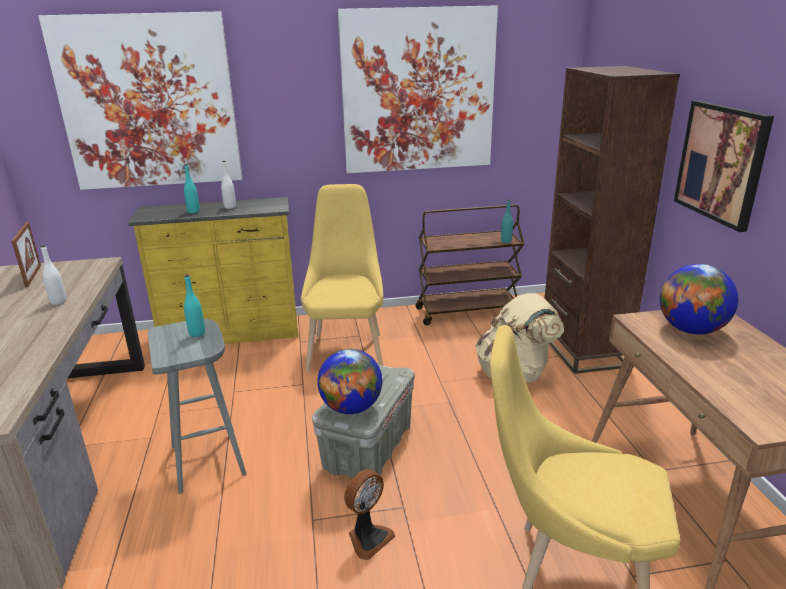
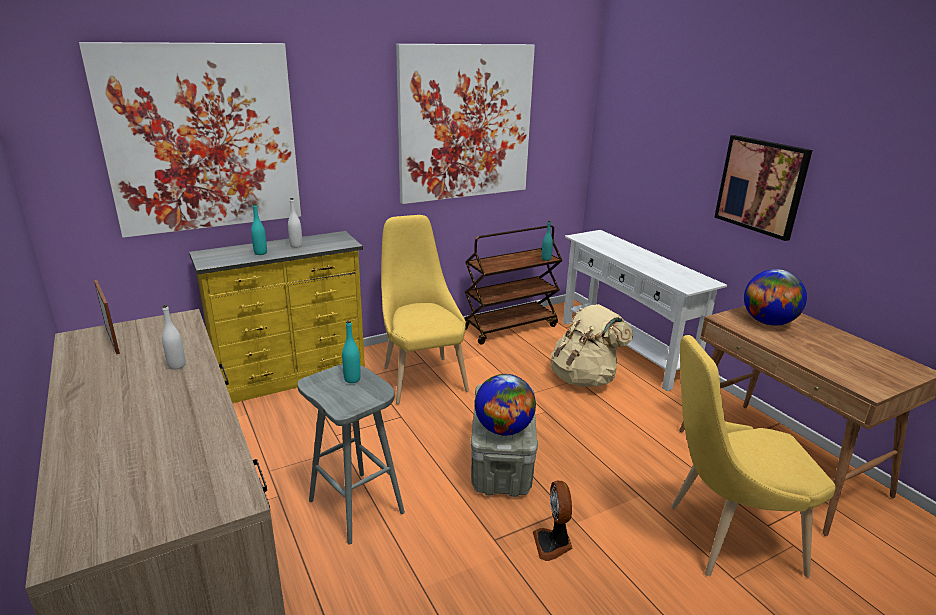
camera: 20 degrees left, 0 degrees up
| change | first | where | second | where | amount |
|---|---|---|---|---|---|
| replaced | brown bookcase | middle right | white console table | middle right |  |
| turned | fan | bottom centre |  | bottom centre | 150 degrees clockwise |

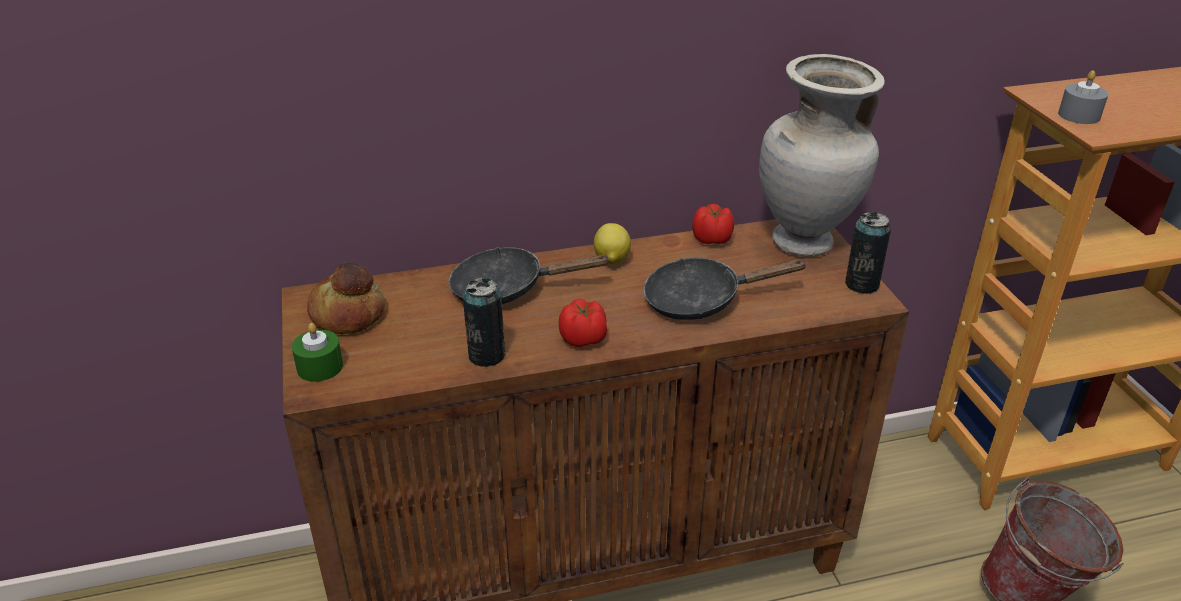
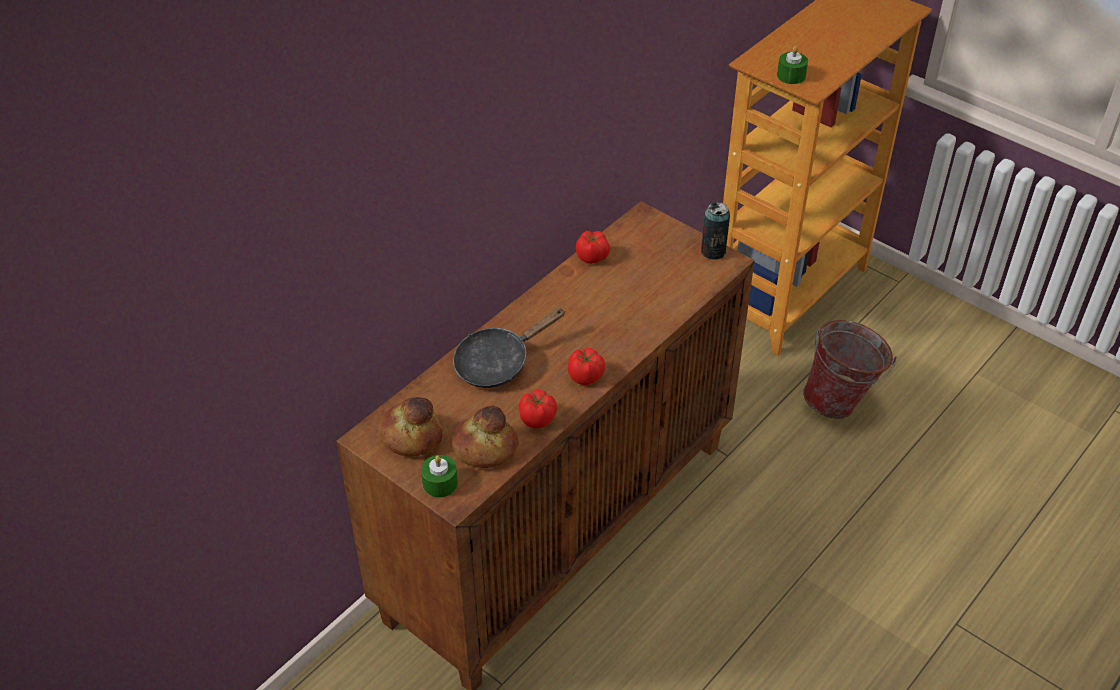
camera: 35 degrees left, 10 degrees up
| change | first | where | second | where | amount |
|---|---|---|---|---|---|
| removed | lemon | centre |  |  |  |
| removed | black frying pan (2nd from left) | centre |  |  |  |
| removed | beige vase | top right |  |  |  |
| added |  |  | bread (2nd from left) | centre |  |
| replaced | can (1st from left) | centre | tomato (1st from left) | centre |  |
| recoloured | grey candle | top right | green candle (2nd from left) | top right |  |

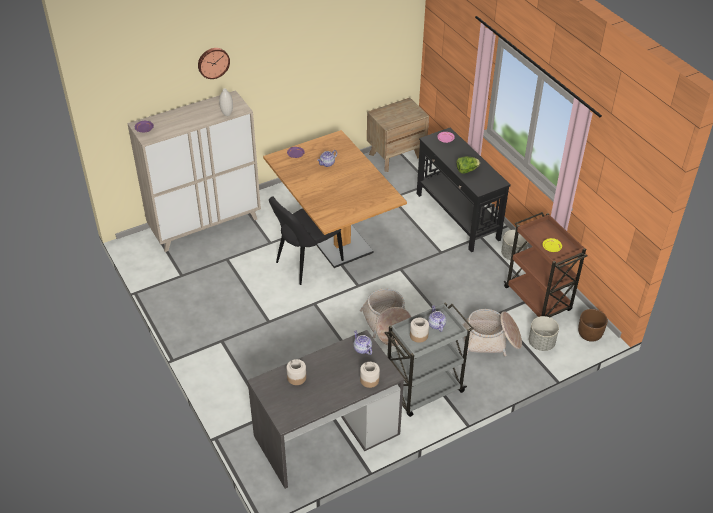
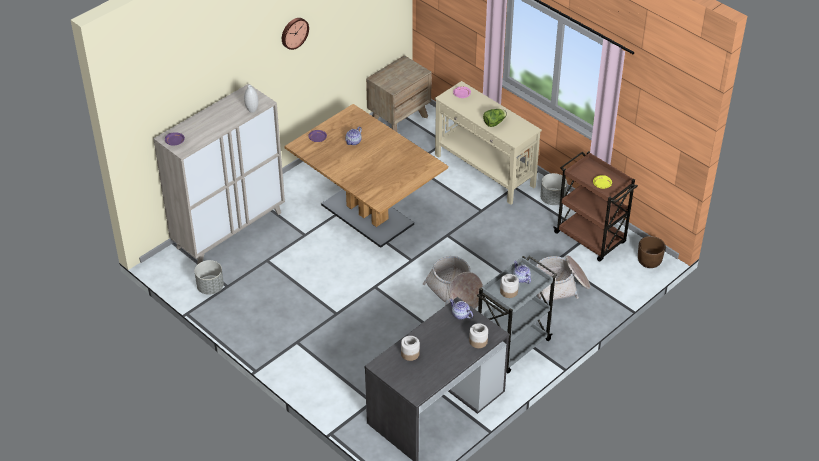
camera: 15 degrees left, 0 degrees up
| change | first | where | second | where | amount |
|---|---|---|---|---|---|
| removed | black chair | centre |  |  |  |
| moved | wall clock | top left |  | top centre |  |
| moved | grey planter (2nd from left in the first image) | middle right | grey planter (1st from left) | middle left |  |
| recoloured | black console table | centre | beige console table | top centre |  |

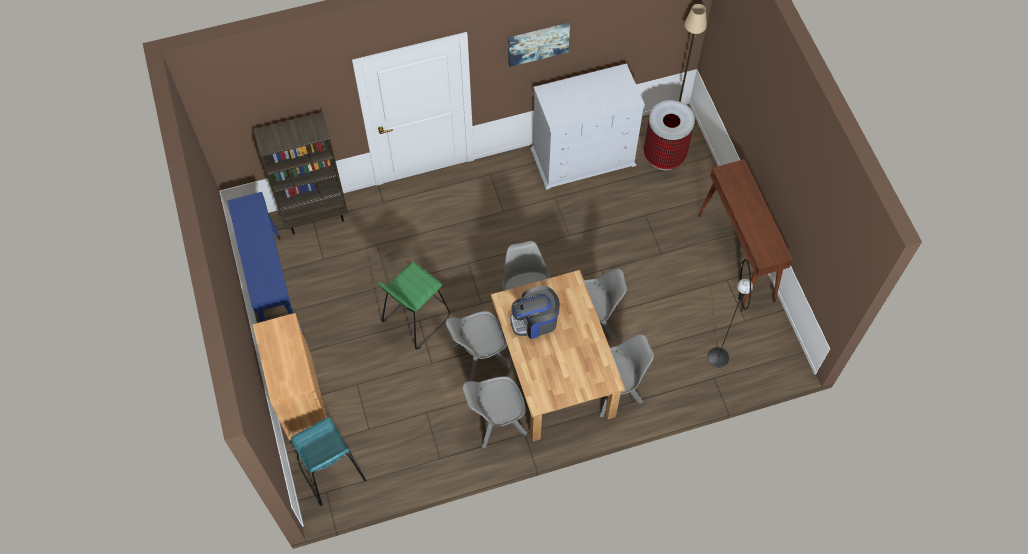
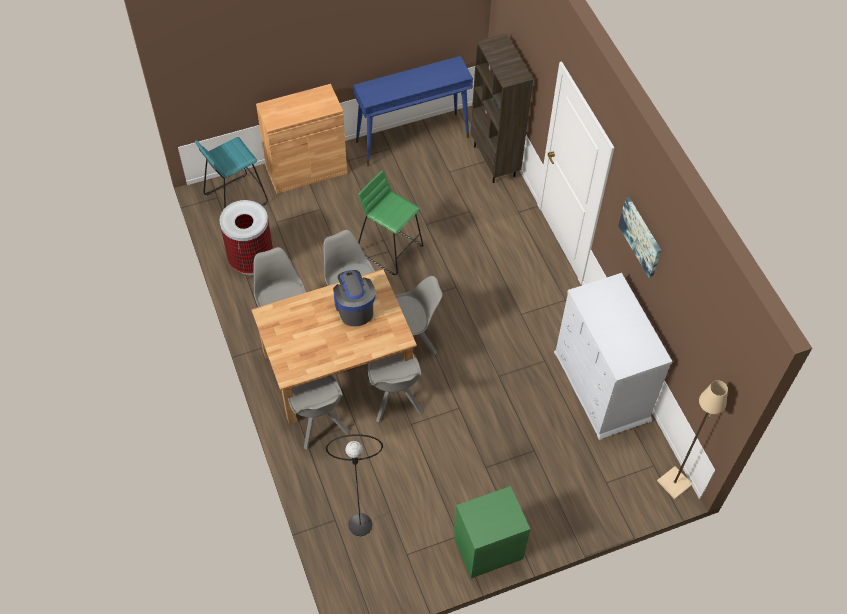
camera: 85 degrees right, 5 degrees down
| change | first | where | second | where | amount |
|---|---|---|---|---|---|
| moved | trash can | top centre |  | middle left |  |
| replaced | brown console table | middle right | green nightstand | bottom centre |  |

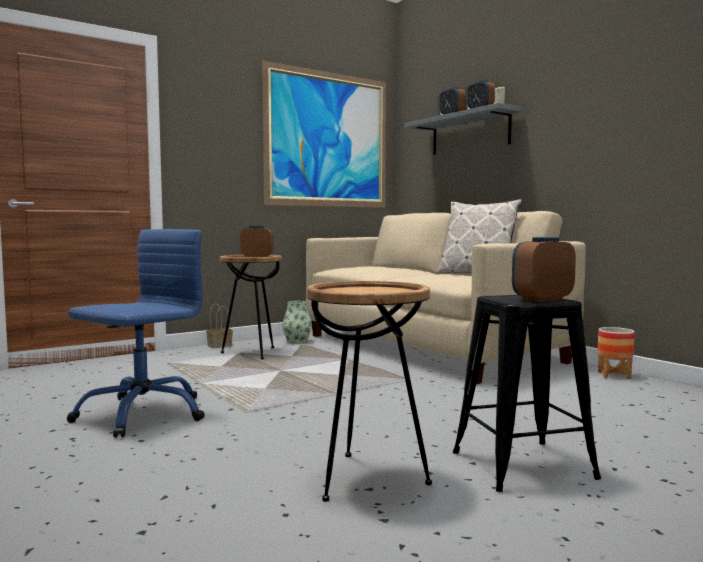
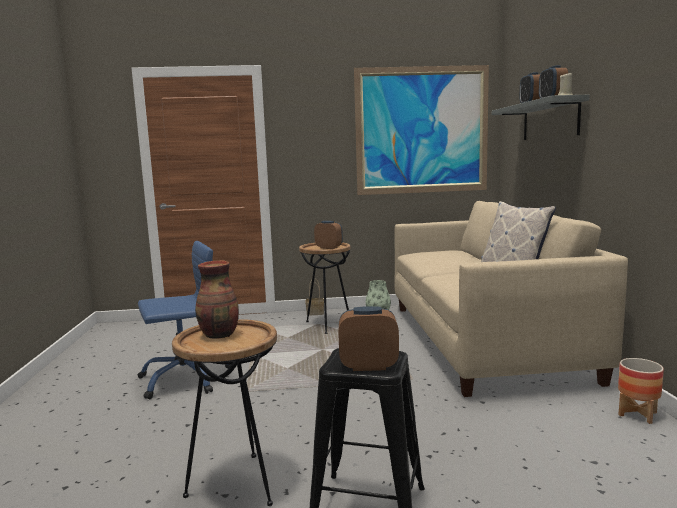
camera: 30 degrees right, 5 degrees up
| change | first | where | second | where | amount |
|---|---|---|---|---|---|
| added |  |  | vase (1st from left) | middle left |  |

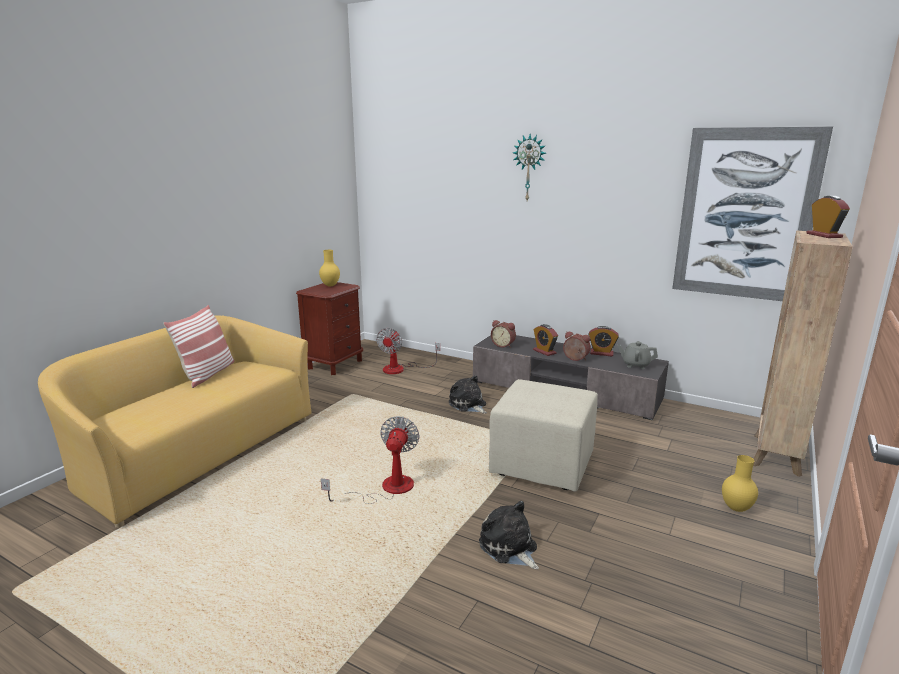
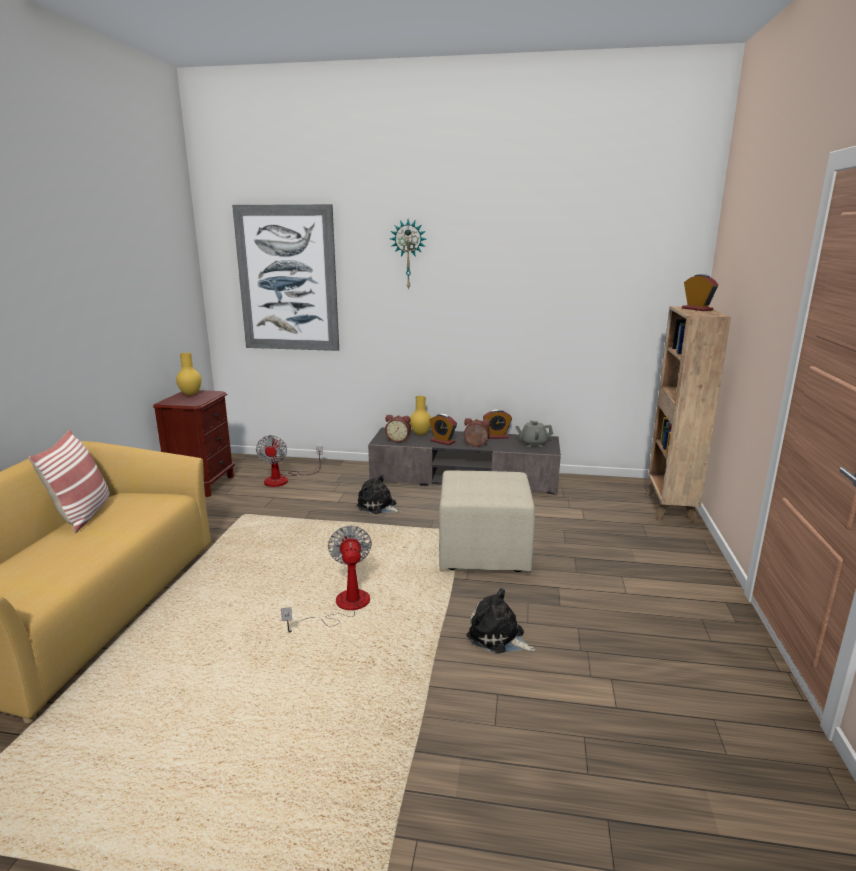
camera: 20 degrees left, 0 degrees up
| change | first | where | second | where | amount |
|---|---|---|---|---|---|
| moved | picture | top right |  | top left |  |
| moved | yellow vase (2nd from left) | bottom right |  | centre |  |

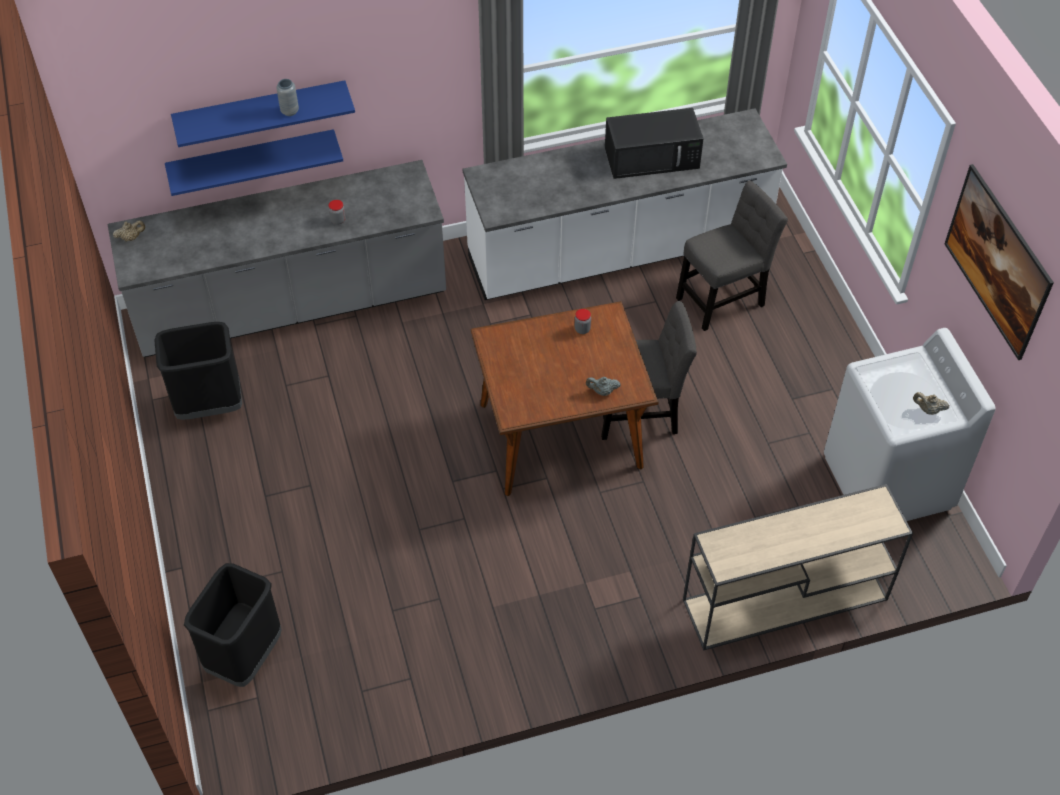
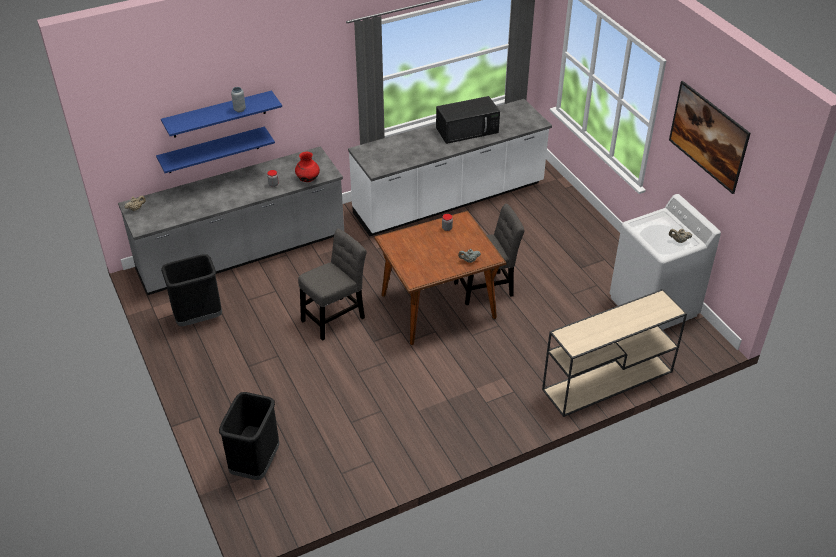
camera: 10 degrees left, 10 degrees down
| change | first | where | second | where | amount |
|---|---|---|---|---|---|
| added |  |  | red vase | top centre |  |
| moved | grey chair (2nd from left in the first image) | top right | grey chair (1st from left) | centre |  |

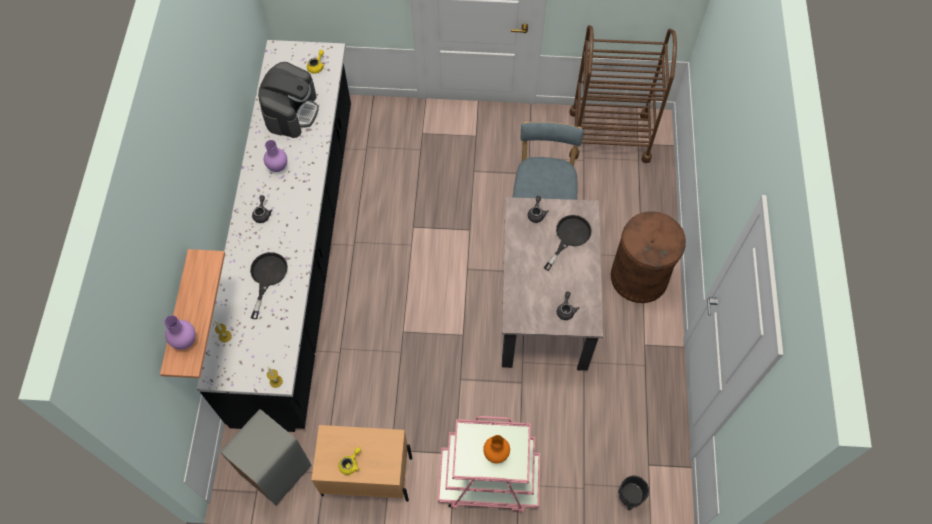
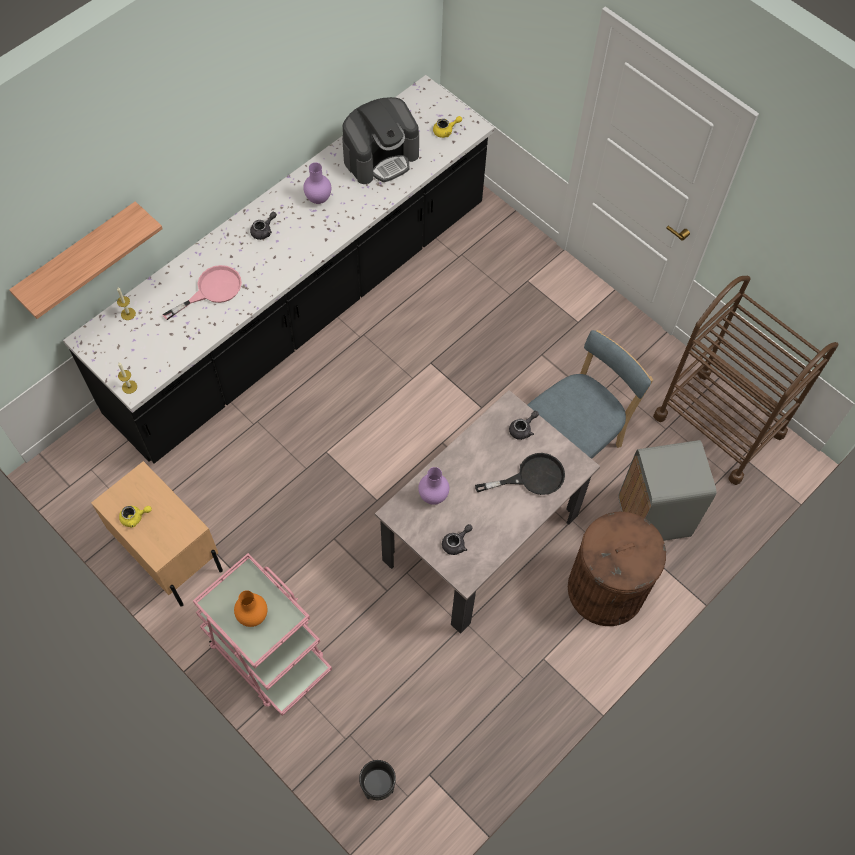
camera: 40 degrees right, 0 degrees up
| change | first | where | second | where | amount |
|---|---|---|---|---|---|
| moved | purple vase (1st from left in the first image) | middle left | purple vase (2nd from left) | centre |  |
| moved | grey trash can | bottom left |  | middle right |  |
| recoloured | black frying pan (1st from left) | middle left | pink frying pan | middle left |  |

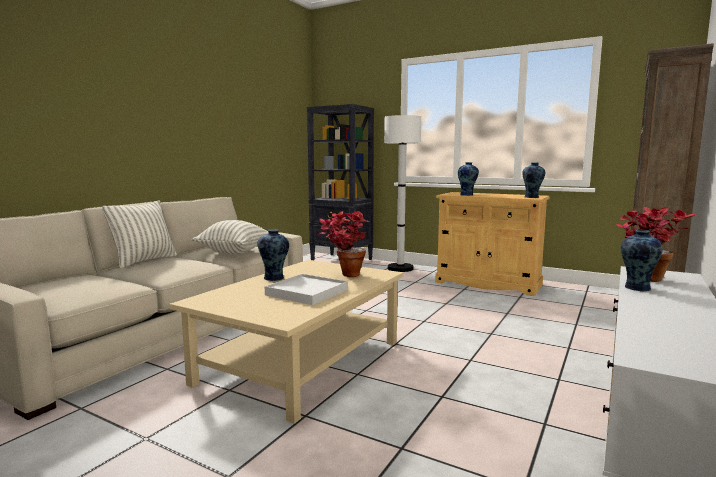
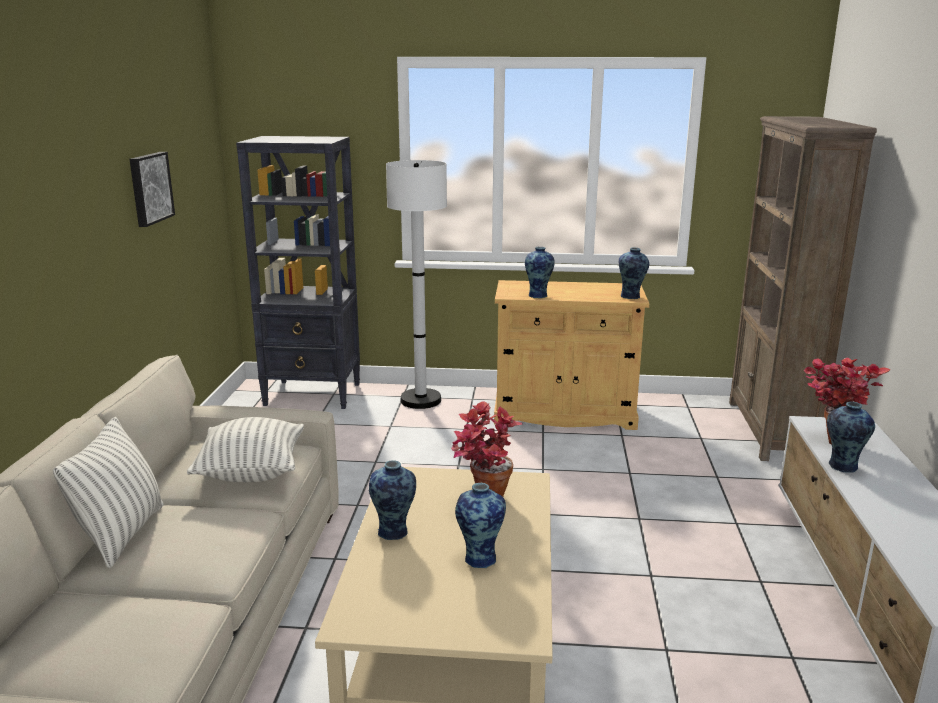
camera: 25 degrees left, 10 degrees up
| change | first | where | second | where | amount |
|---|---|---|---|---|---|
| added |  |  | picture | top left |  |
| replaced | white tray | centre | vase (2nd from left) | bottom centre |  |

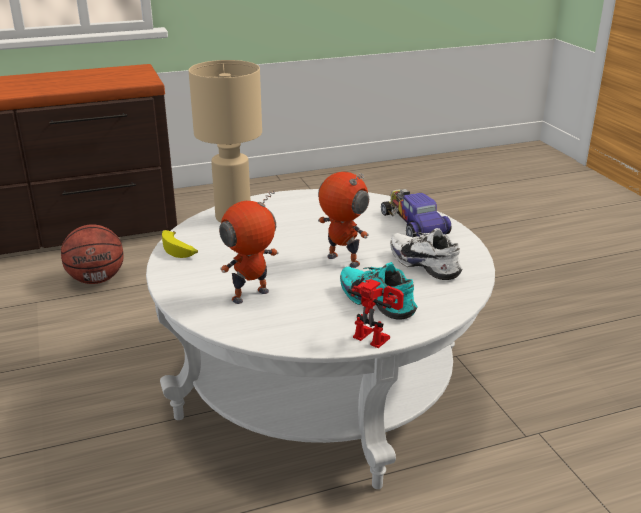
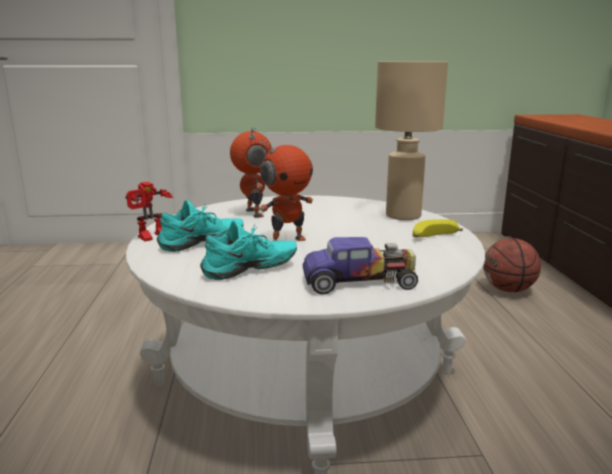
camera: 105 degrees right, 10 degrees down
| change | first | where | second | where | amount |
|---|---|---|---|---|---|
| moved | banana | middle left |  | middle right |  |
| recoloured | white shoe | centre | turquoise shoe (2nd from left) | centre |  |

